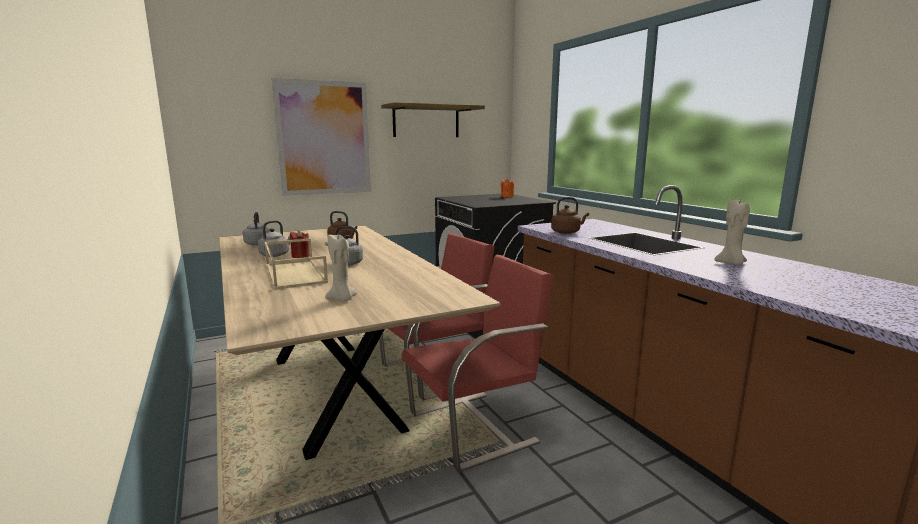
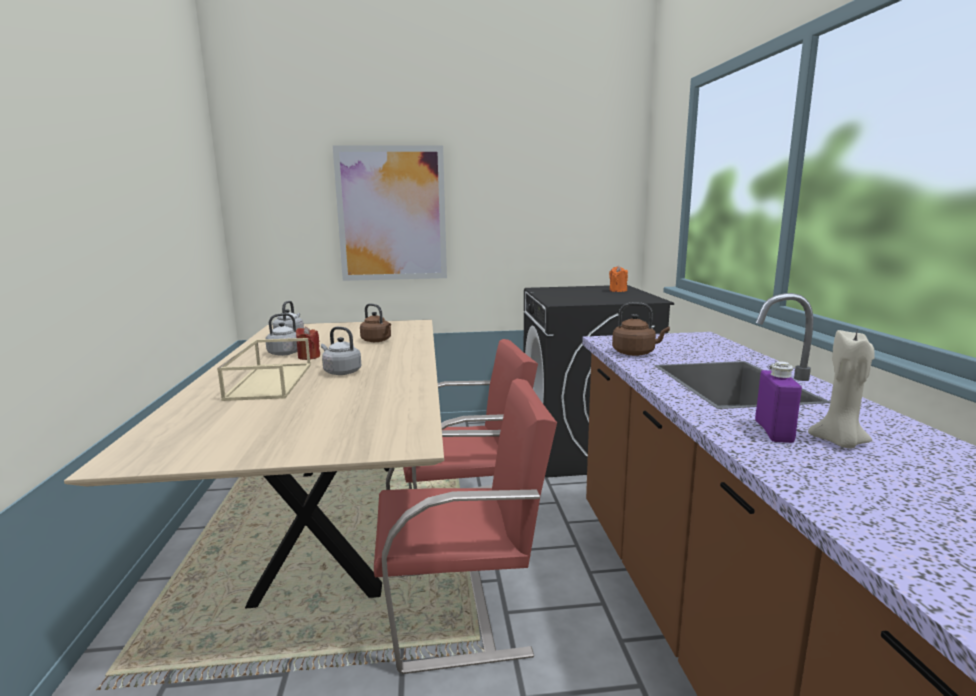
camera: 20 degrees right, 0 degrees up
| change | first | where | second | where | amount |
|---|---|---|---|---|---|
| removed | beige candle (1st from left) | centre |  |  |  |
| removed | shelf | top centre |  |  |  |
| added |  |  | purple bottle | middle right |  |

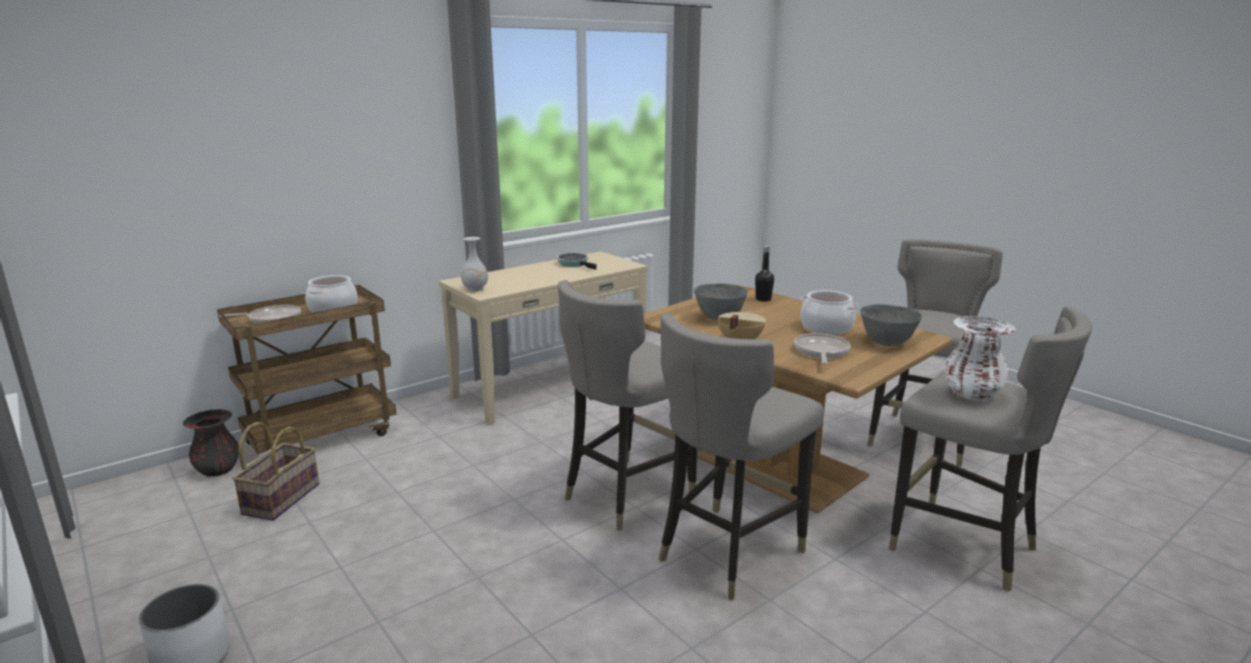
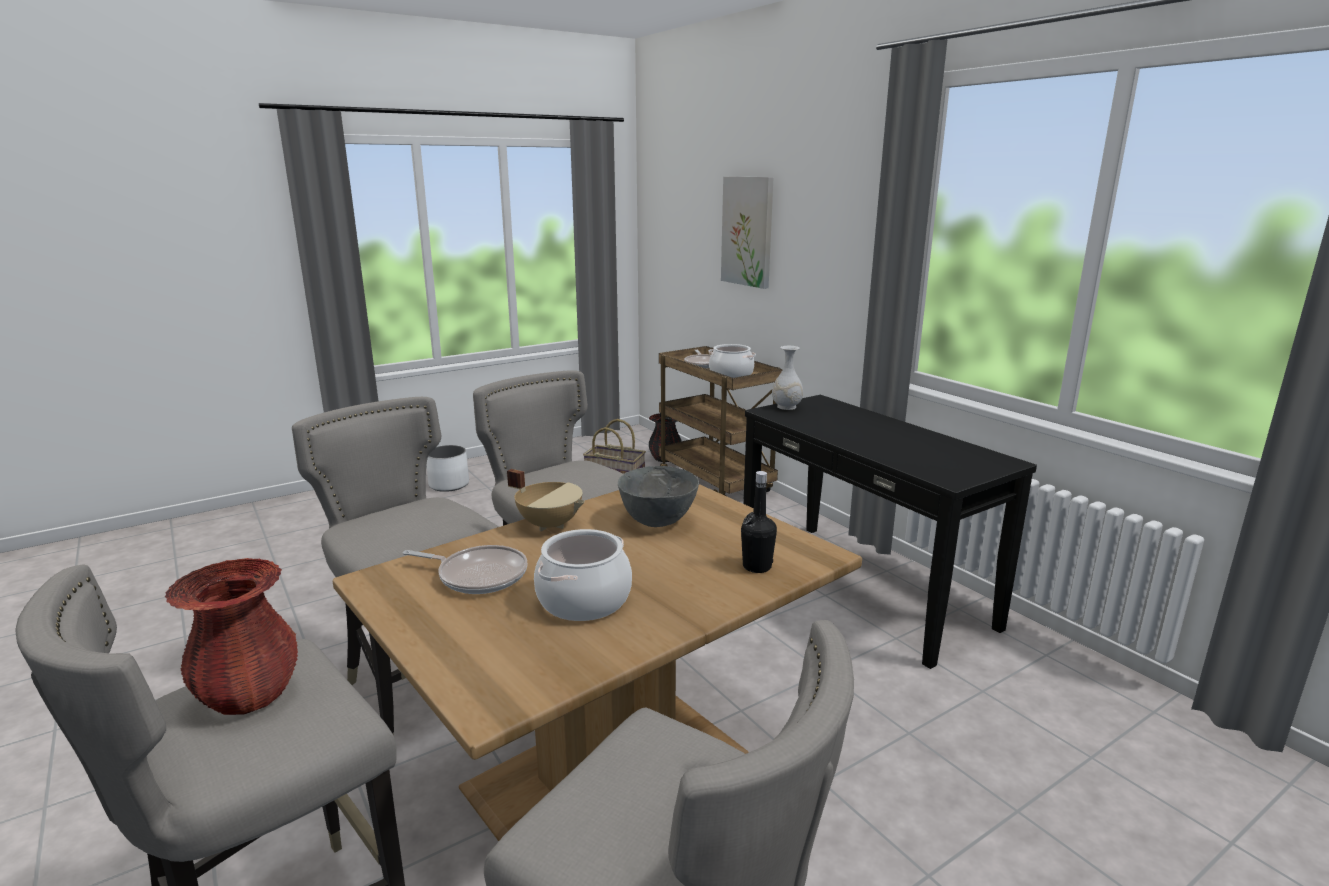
camera: 95 degrees right, 0 degrees up
| change | first | where | second | where | amount |
|---|---|---|---|---|---|
| removed | frying pan (2nd from left) | centre |  |  |  |
| removed | grey bowl (2nd from left) | middle right |  |  |  |
| added |  |  | picture | top centre |  |
| recoloured | beige console table | centre | black console table | middle right |  |
| recoloured | white vase (2nd from left) | middle right | red vase | bottom left |  |

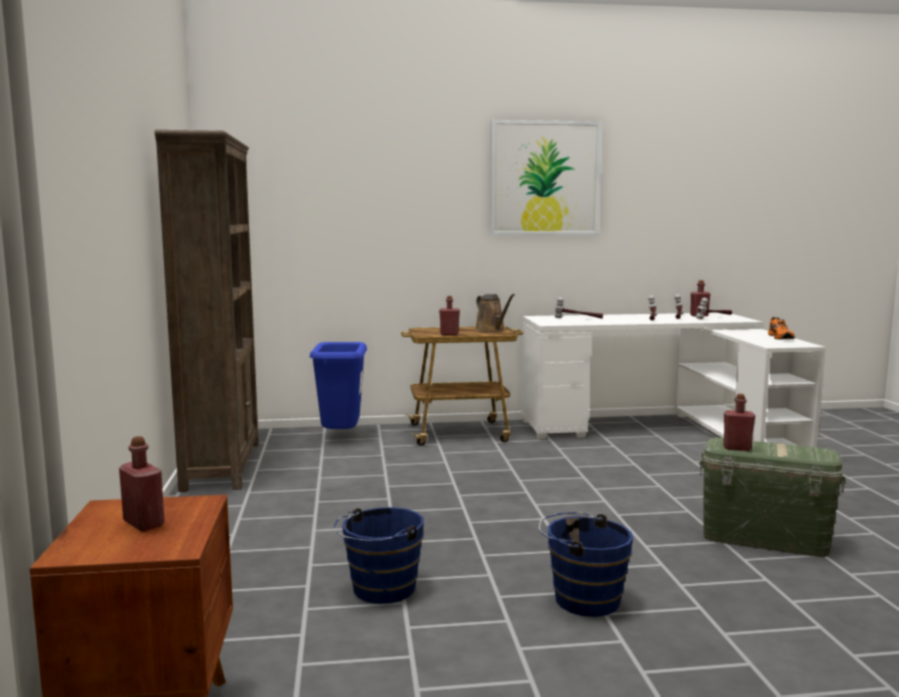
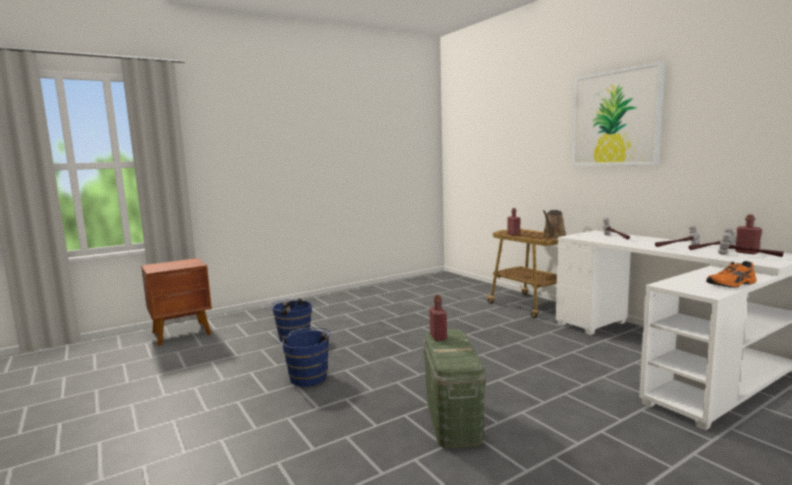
camera: 65 degrees right, 0 degrees up
| change | first | where | second | where | amount |
|---|---|---|---|---|---|
| removed | red bottle (1st from left) | bottom left |  |  |  |
| removed | brown bookcase | middle left |  |  |  |
| removed | blue trash can | centre |  |  |  |

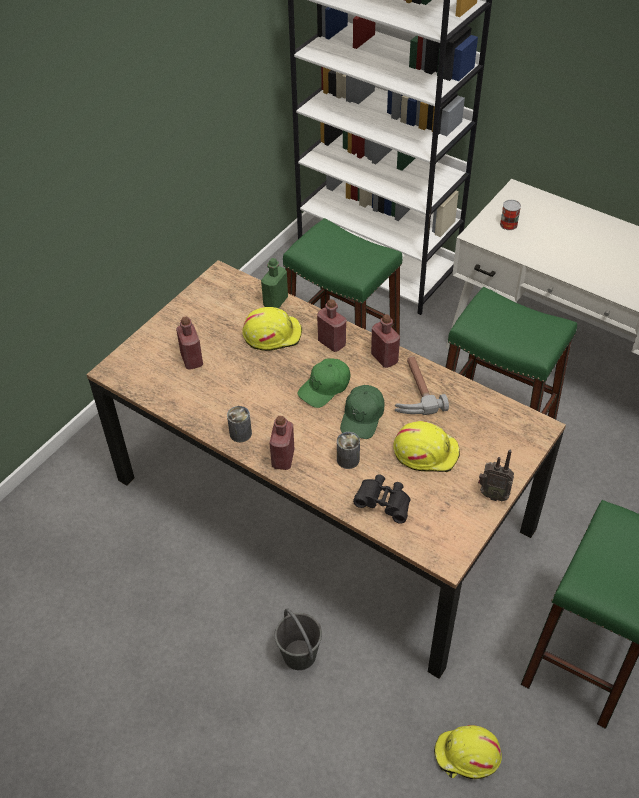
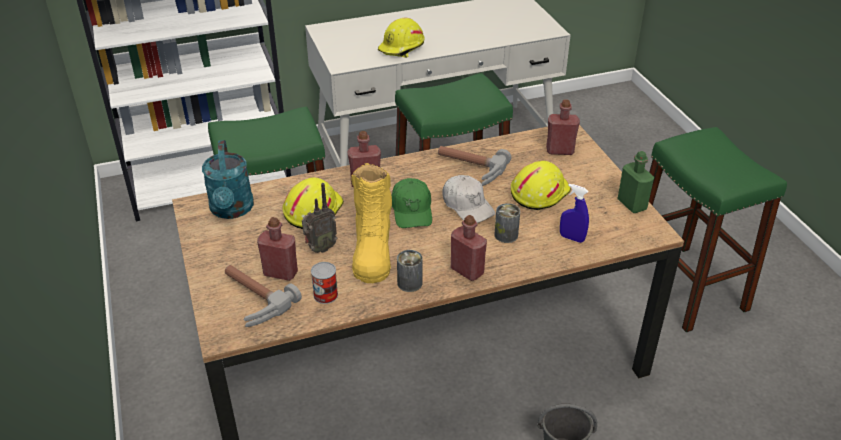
camera: 55 degrees left, 10 degrees down
| change | first | where | second | where | amount |
|---|---|---|---|---|---|
| added |  |  | turquoise watering can | middle left |  |
| added |  |  | hammer (1st from left) | bottom left |  |
| added |  |  | yellow boot | centre |  |
| moved | green bottle | centre |  | middle right |  |
| moved | red bottle (4th from left) | centre |  | top right |  |
| moved | yellow hard hat (3rd from left in the first image) | bottom right | yellow hard hat (2nd from left) | top centre |  |
| moved | radio | middle right |  | centre |  |
| moved | can (3rd from left in the first image) | top right | can (1st from left) | centre |  |
| replaced | black binoculars | centre | blue spray bottle | middle right |  |
| recoloured | green cap (2nd from left) | centre | white cap | centre |  |

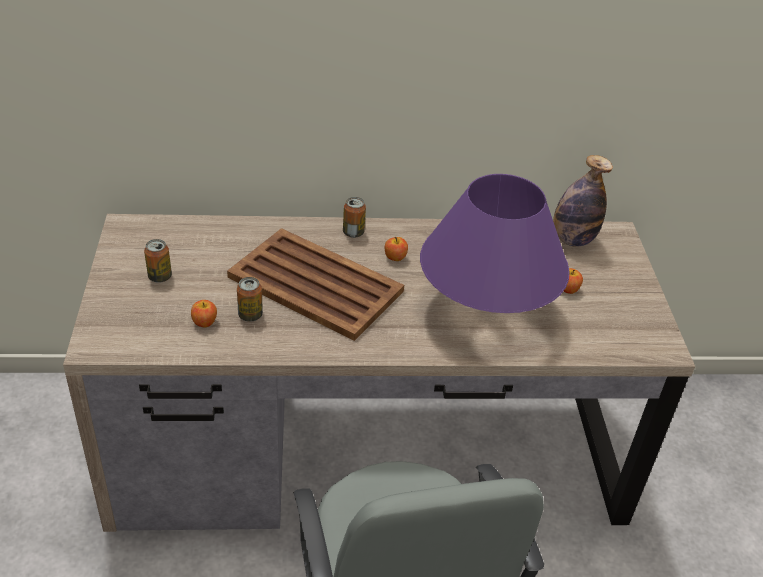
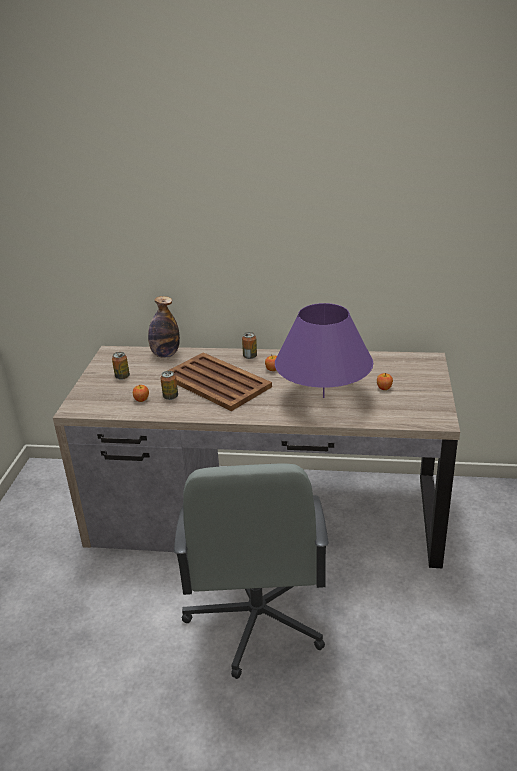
camera: 15 degrees right, 10 degrees down
| change | first | where | second | where | amount |
|---|---|---|---|---|---|
| moved | bottle | middle right |  | middle left |  |

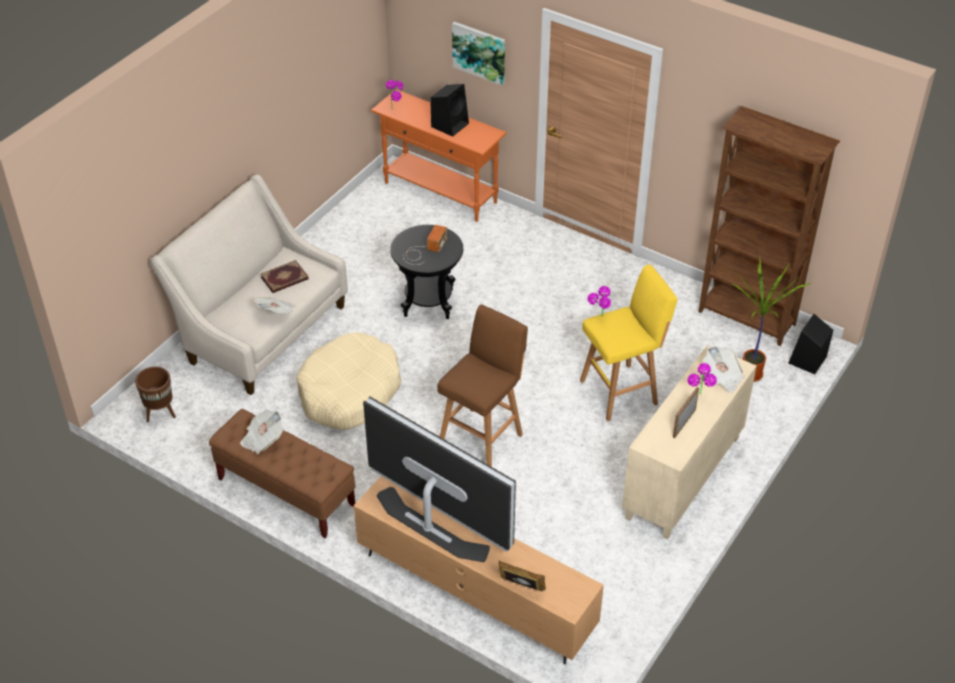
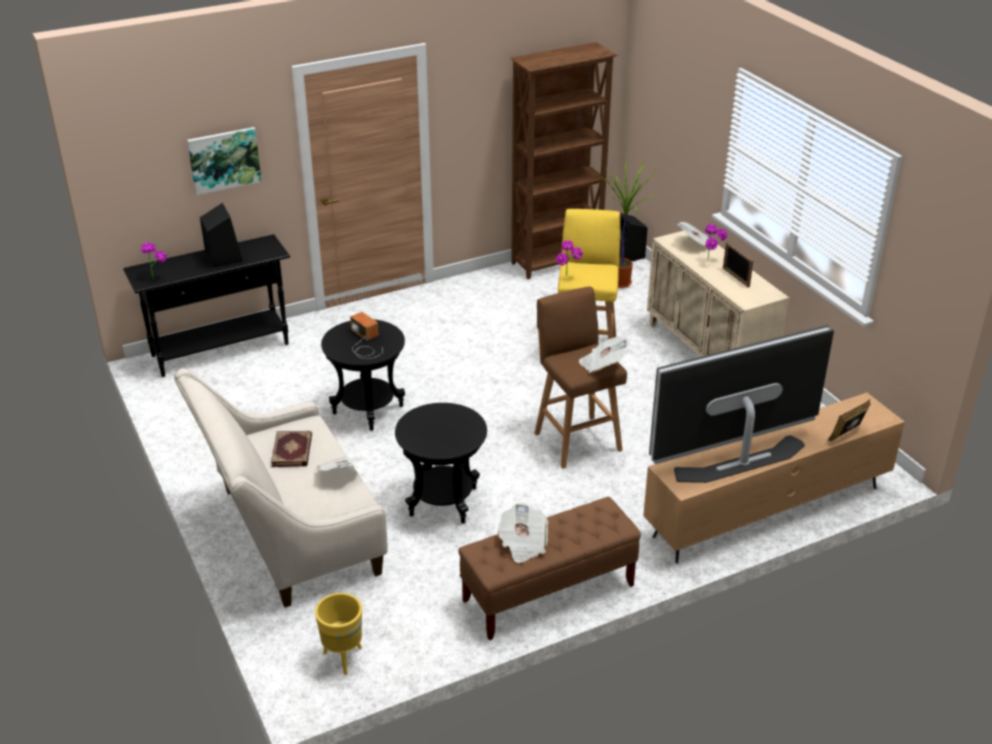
camera: 60 degrees left, 10 degrees down
| change | first | where | second | where | amount |
|---|---|---|---|---|---|
| added |  |  | newspaper (3rd from left) | centre |  |
| replaced | beige dog bed | centre | black side table (2nd from left) | centre |  |
| recoloured | brown planter | middle left | yellow planter | bottom centre |  |
| recoloured | orange console table | top centre | black console table | middle left |  |

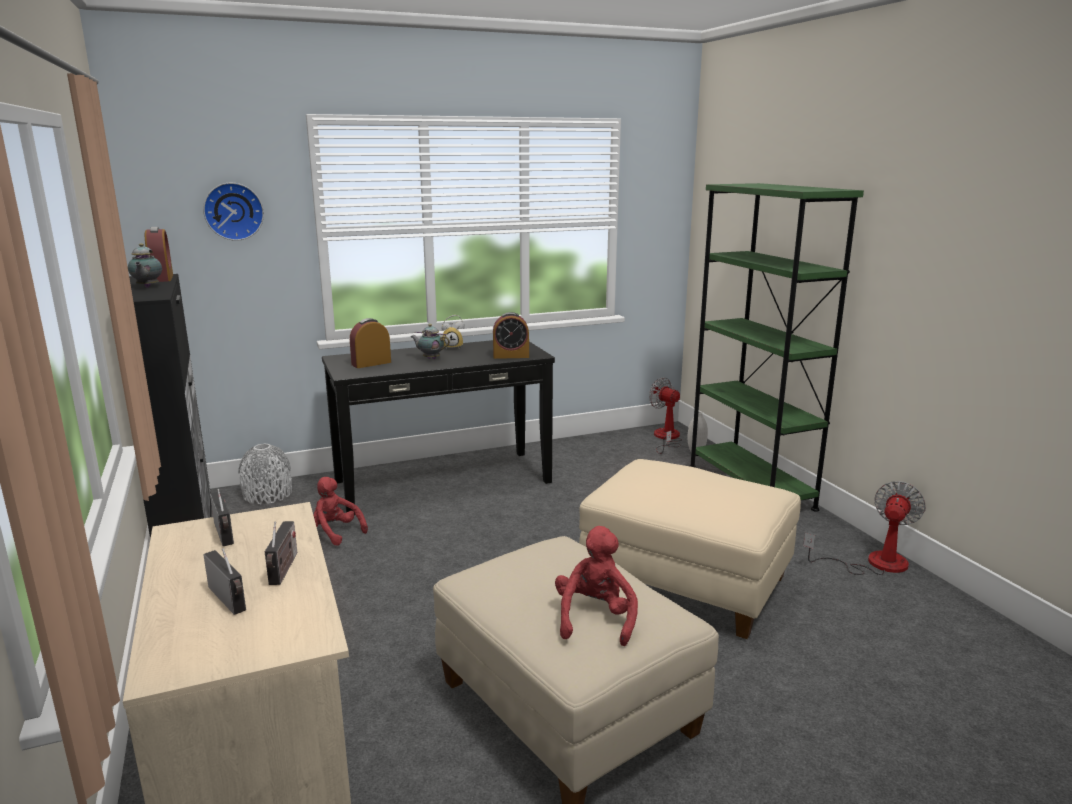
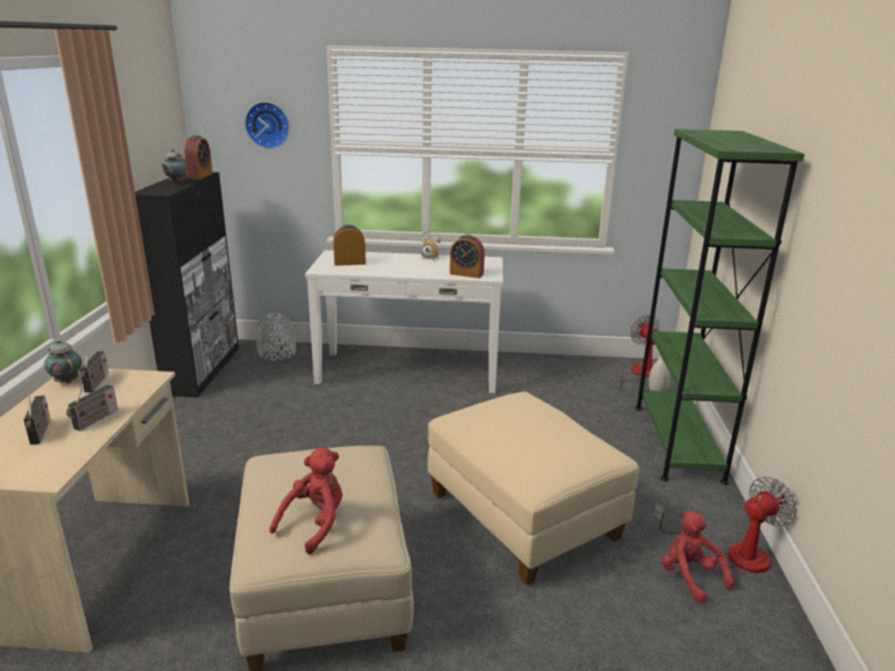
camera: 25 degrees right, 5 degrees up
| change | first | where | second | where | amount |
|---|---|---|---|---|---|
| moved | red plush toy (1st from left in the first image) | middle left | red plush toy (2nd from left) | bottom right |  |
| moved | teapot (2nd from left in the first image) | centre | teapot (1st from left) | middle left |  |
| recoloured | black console table | centre | white console table | centre |  |

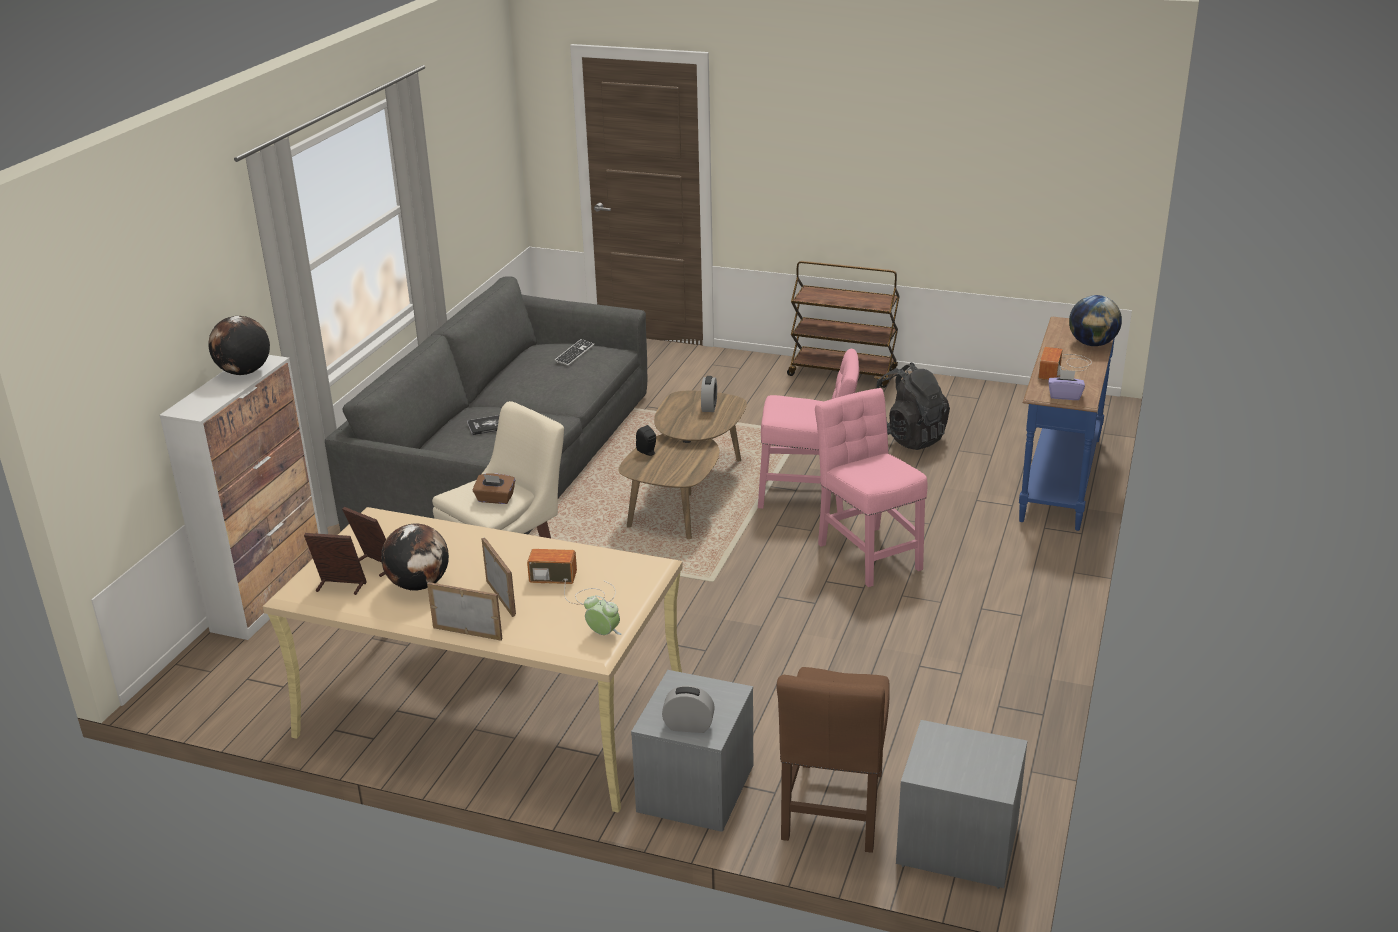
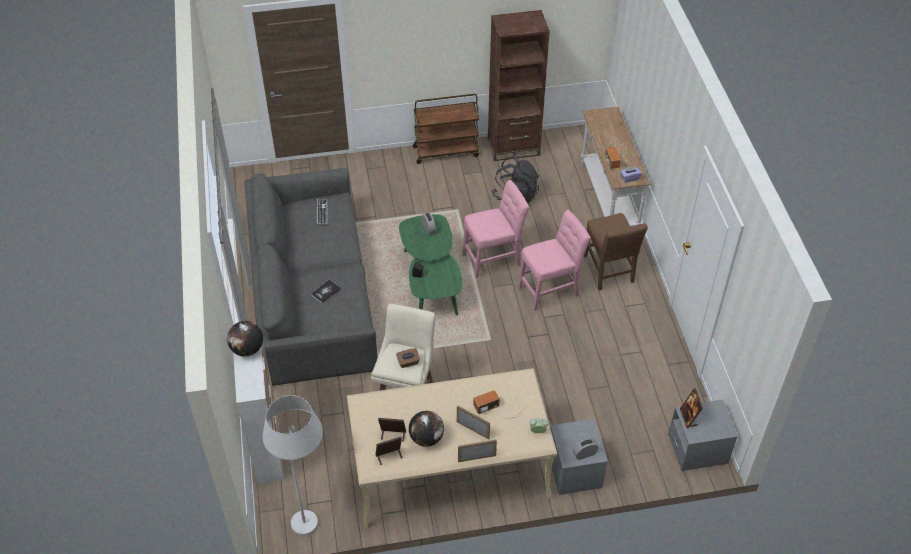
camera: 30 degrees left, 20 degrees up
| change | first | where | second | where | amount |
|---|---|---|---|---|---|
| removed | globe (3rd from left) | middle right |  |  |  |
| added |  |  | white floor lamp | bottom left |  |
| added |  |  | brown bookcase | top centre |  |
| added |  |  | picture frame (5th from left) | bottom right |  |
| moved | brown chair | bottom centre |  | middle right |  |
| recoloured | brown coffee table | centre | green coffee table | centre |  |
| recoloured | blue console table | middle right | white console table | top right |  |
| turned | pink chair (2nd from left) | centre |  | centre | 120 degrees clockwise |

